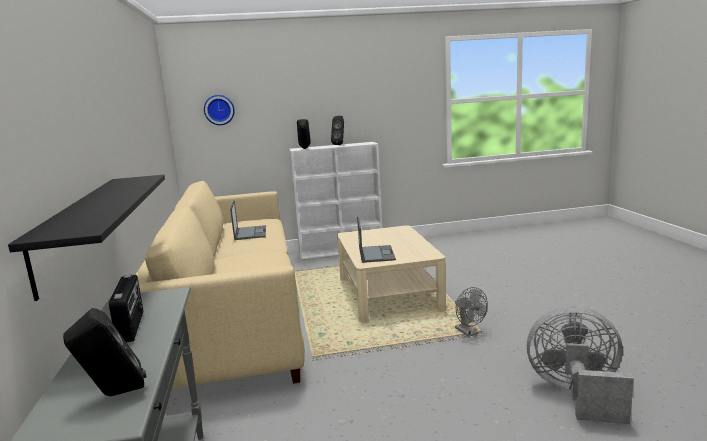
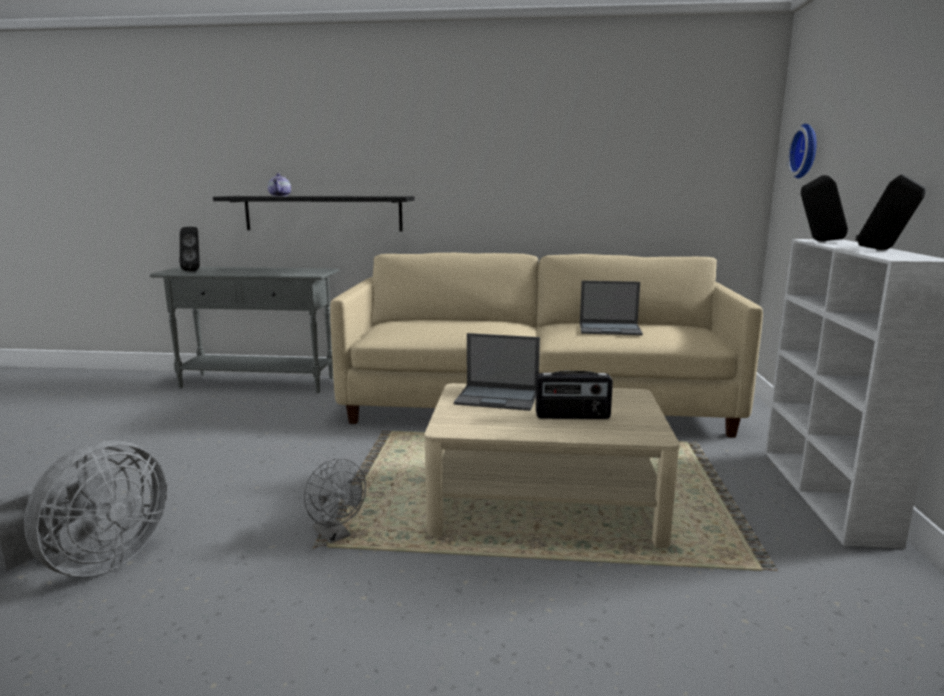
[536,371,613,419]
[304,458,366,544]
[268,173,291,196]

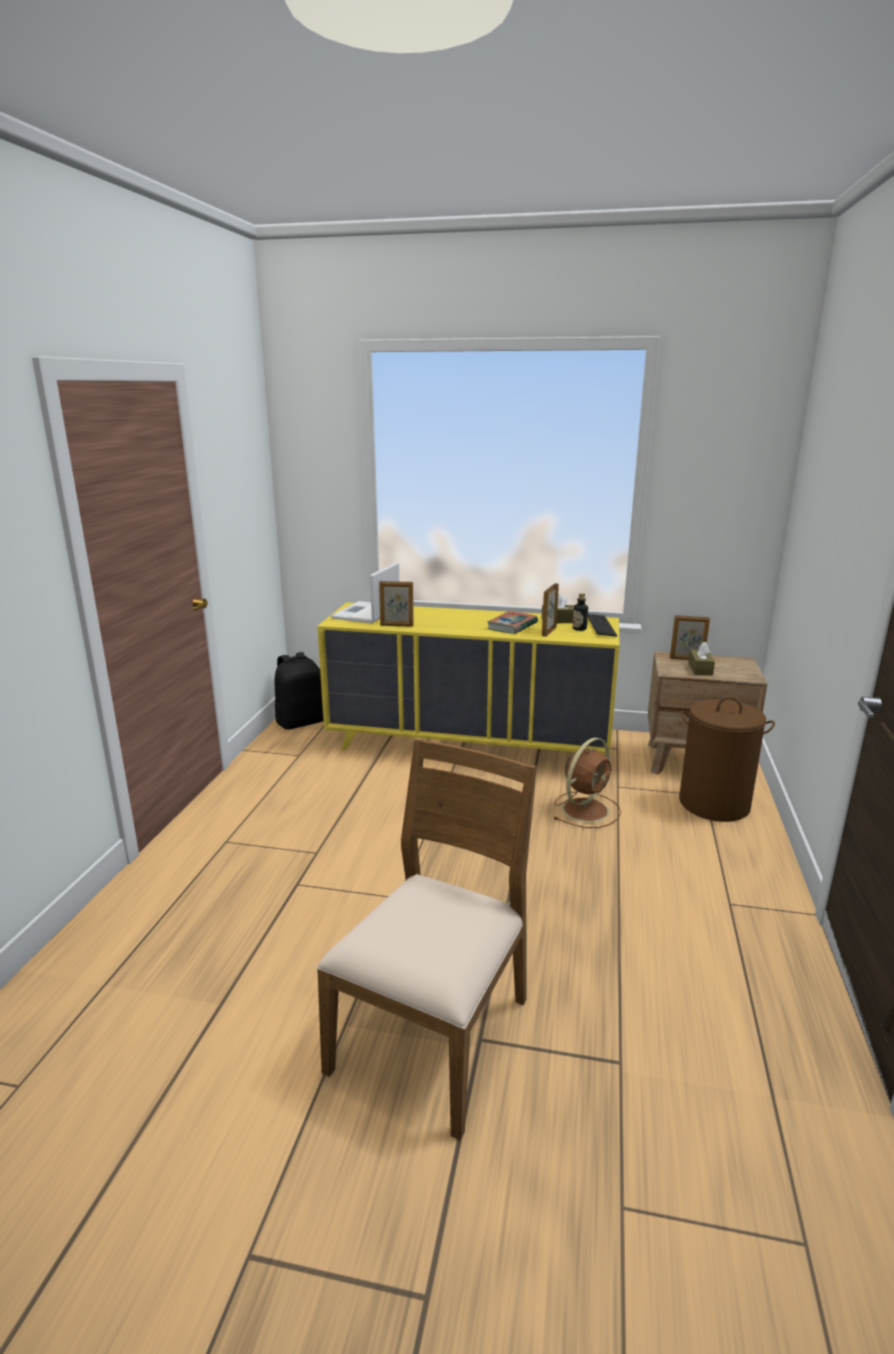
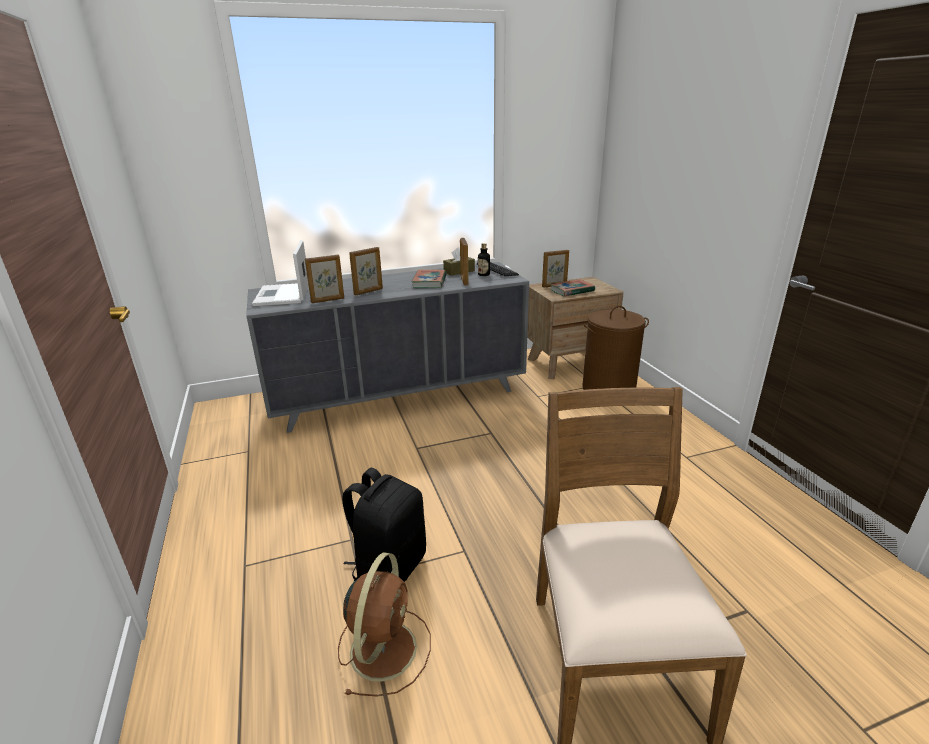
[246,262,529,433]
[550,279,595,296]
[342,468,426,582]
[338,553,431,697]
[349,247,383,295]

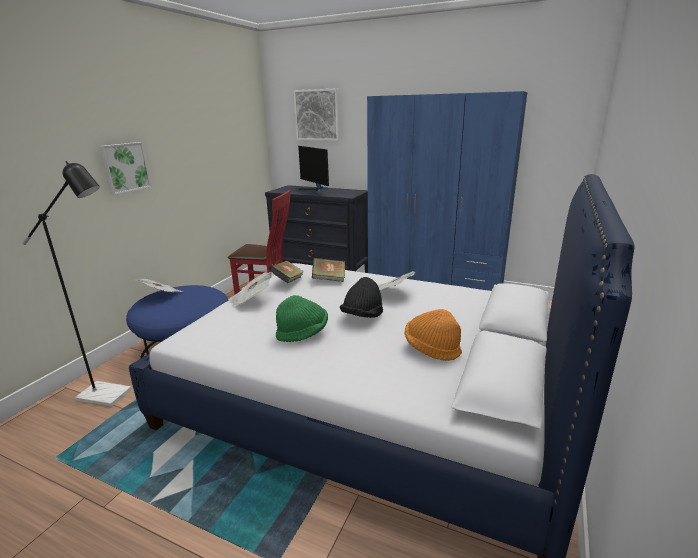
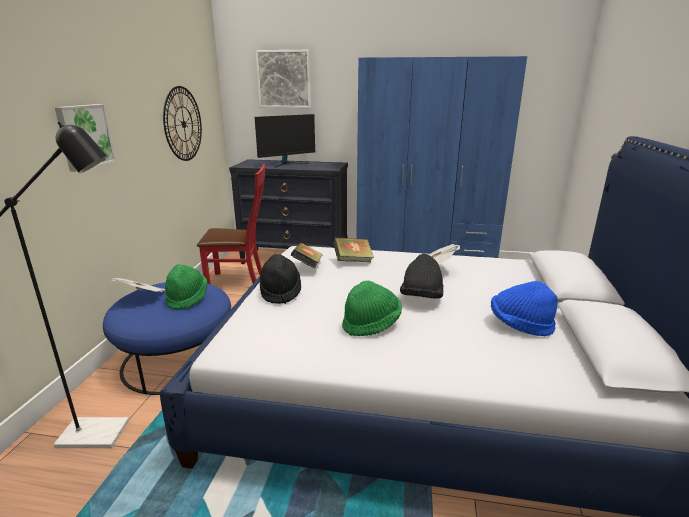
[255,114,315,168]
[260,254,301,304]
[491,281,558,336]
[163,86,202,161]
[165,264,207,310]

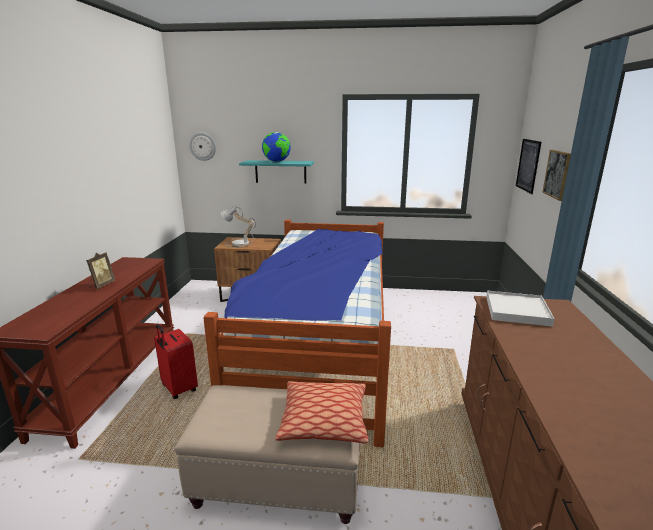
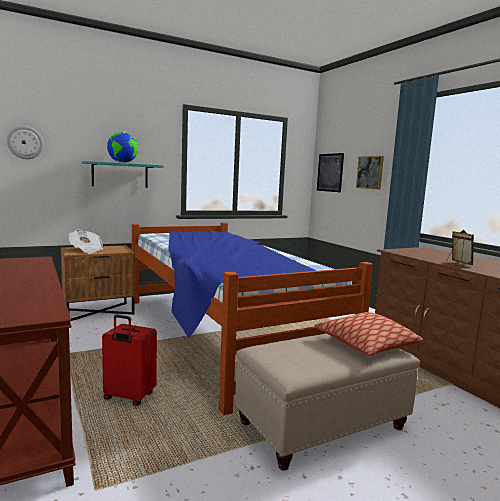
[69,229,103,254]
[446,230,474,266]
[486,291,555,327] (first image)

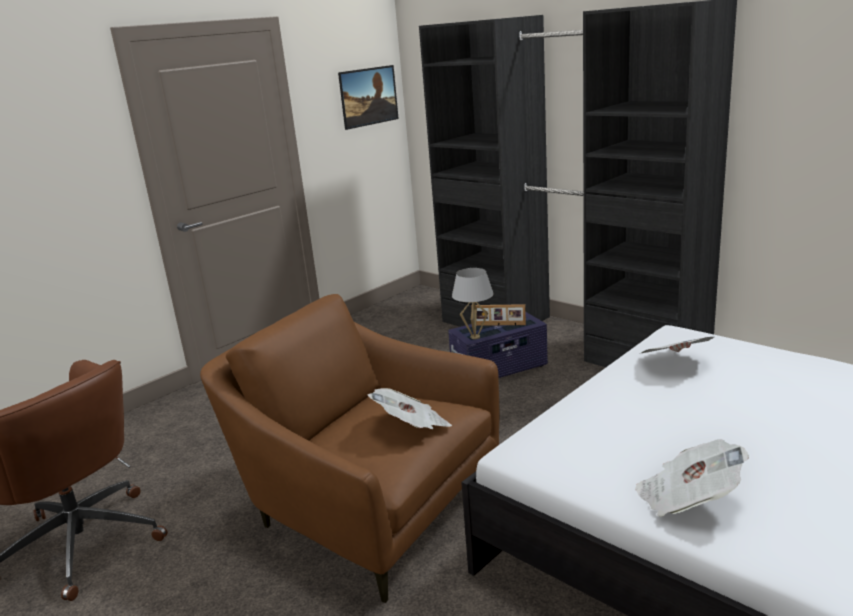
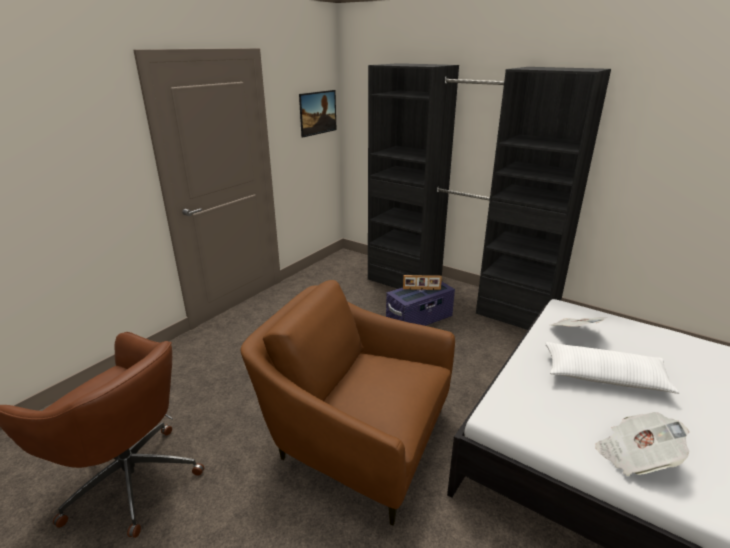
[452,268,494,339] (first image)
[367,388,452,429] (first image)
[545,342,679,394]

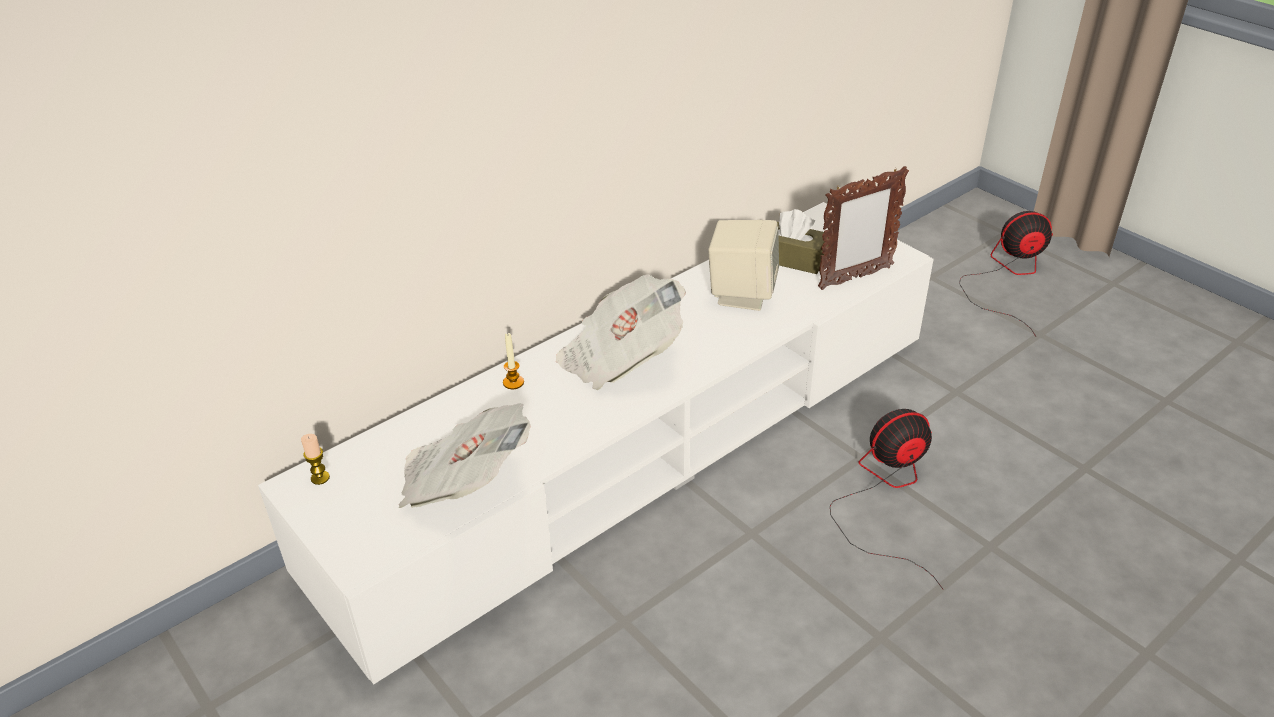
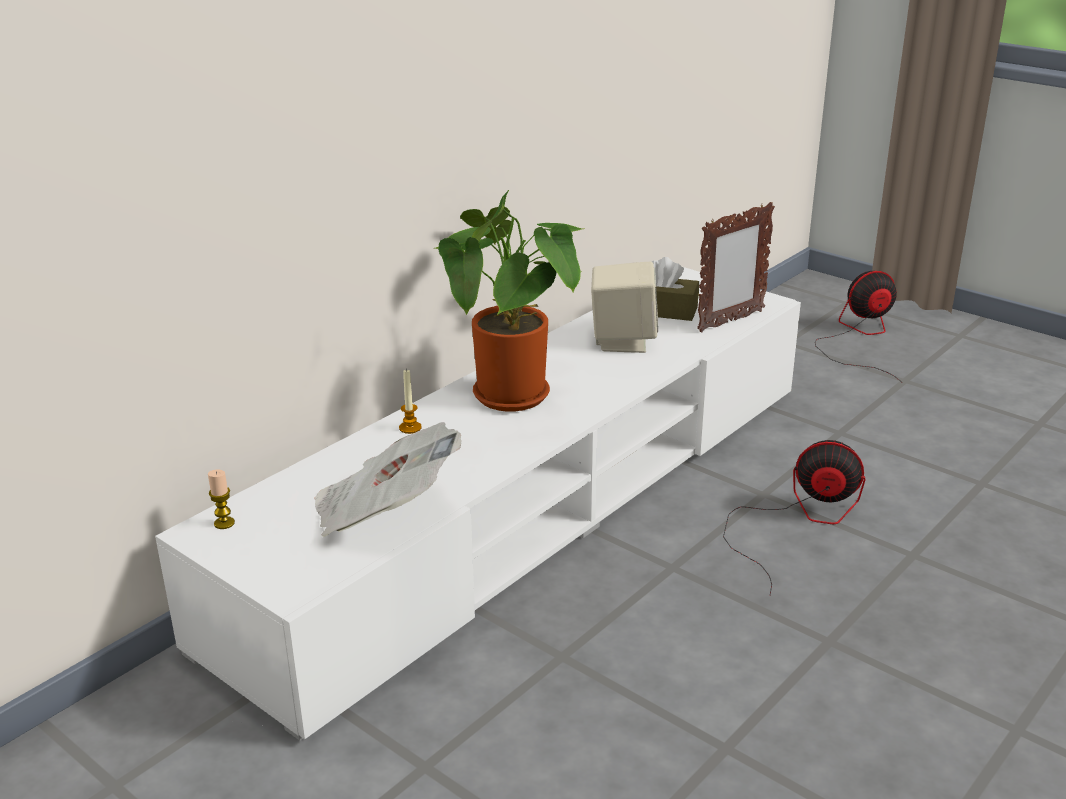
[434,190,582,412]
[723,440,865,595]

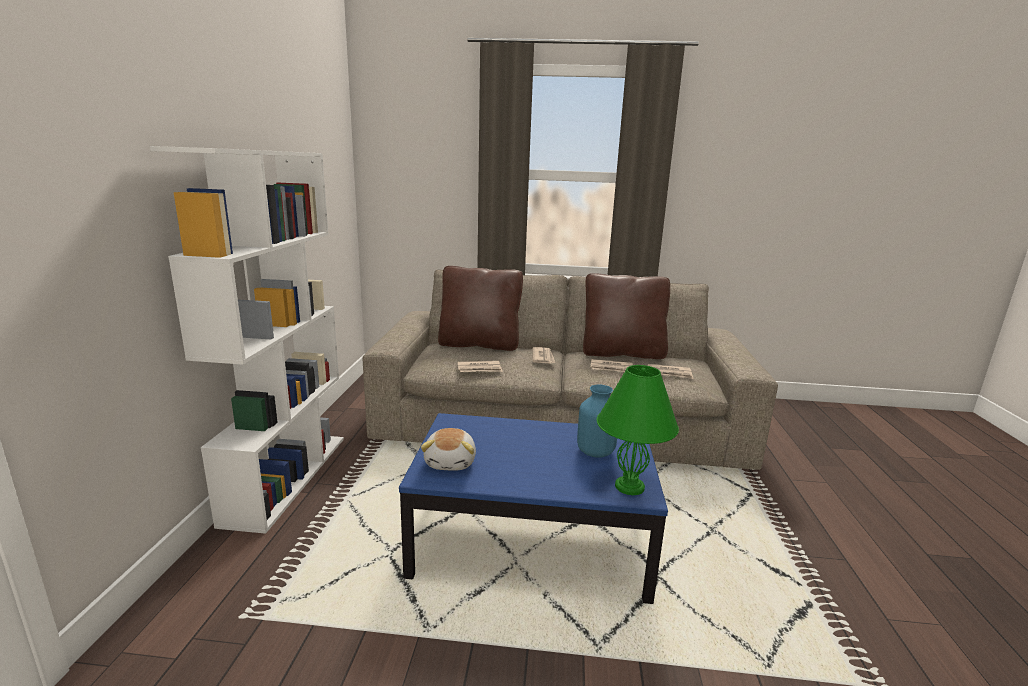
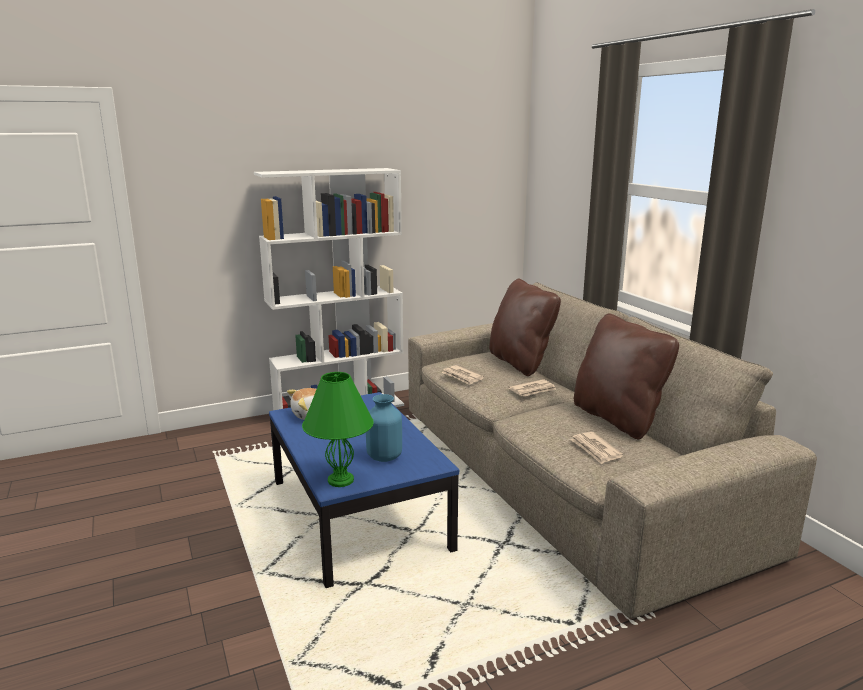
[591,359,633,372] (first image)

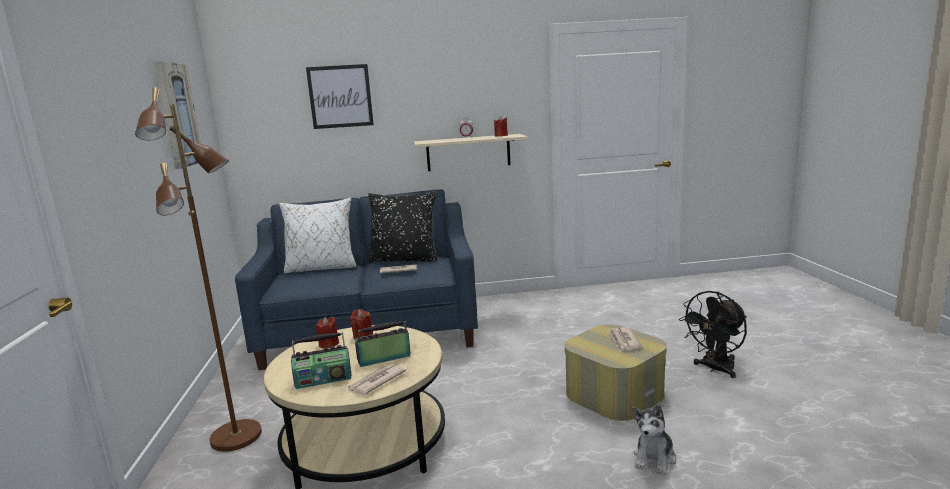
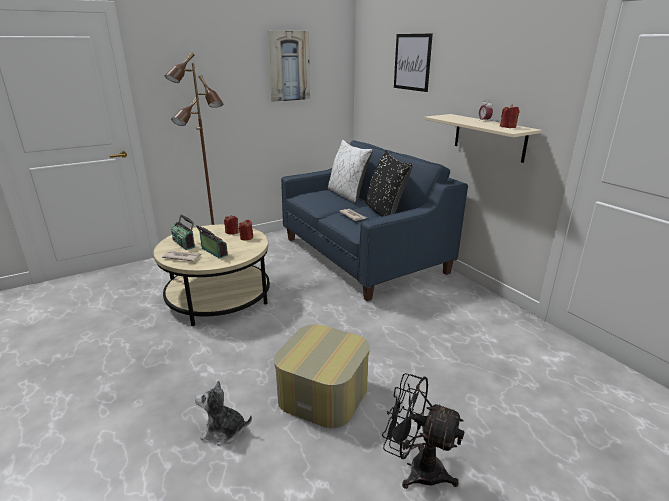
[608,327,642,352] (first image)

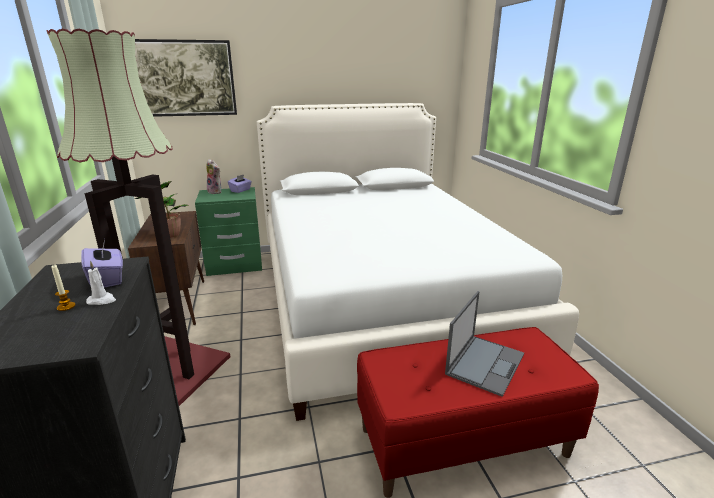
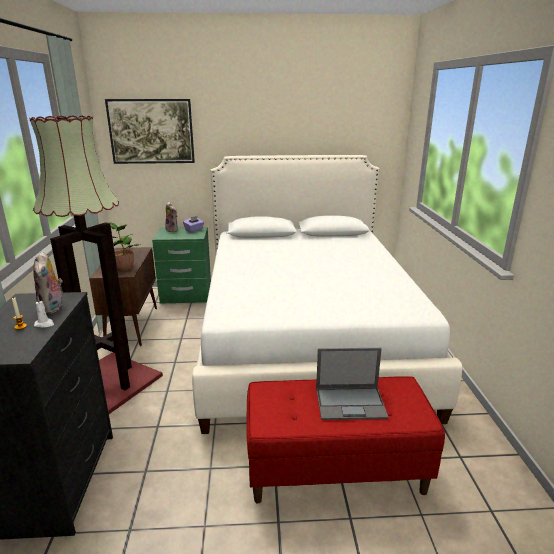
[33,251,63,314]
[316,348,389,420]

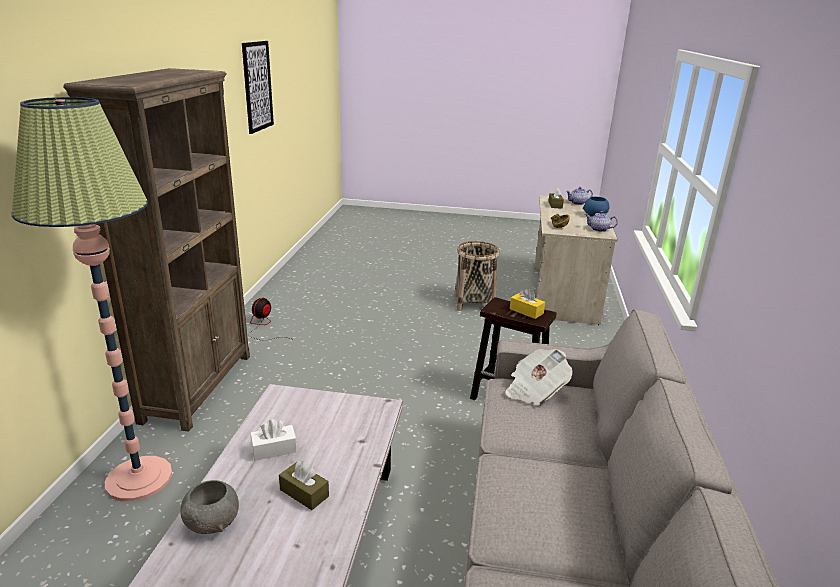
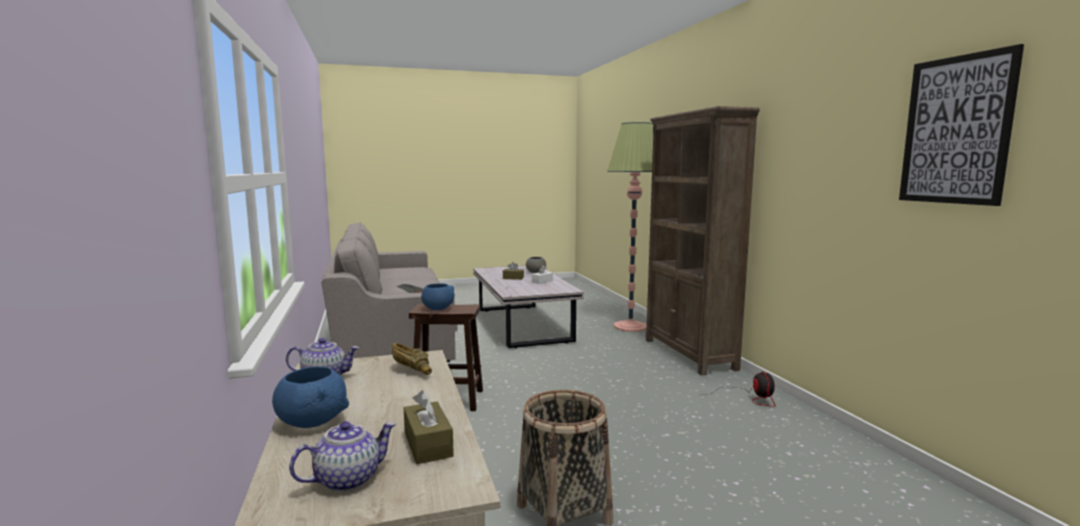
[421,283,455,310]

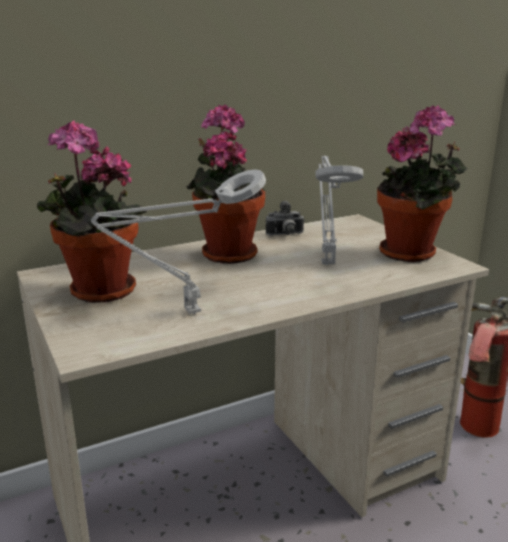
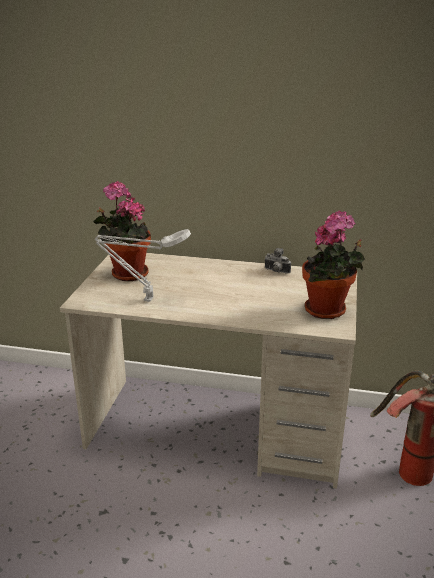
[187,104,266,264] (first image)
[316,156,363,265] (first image)

